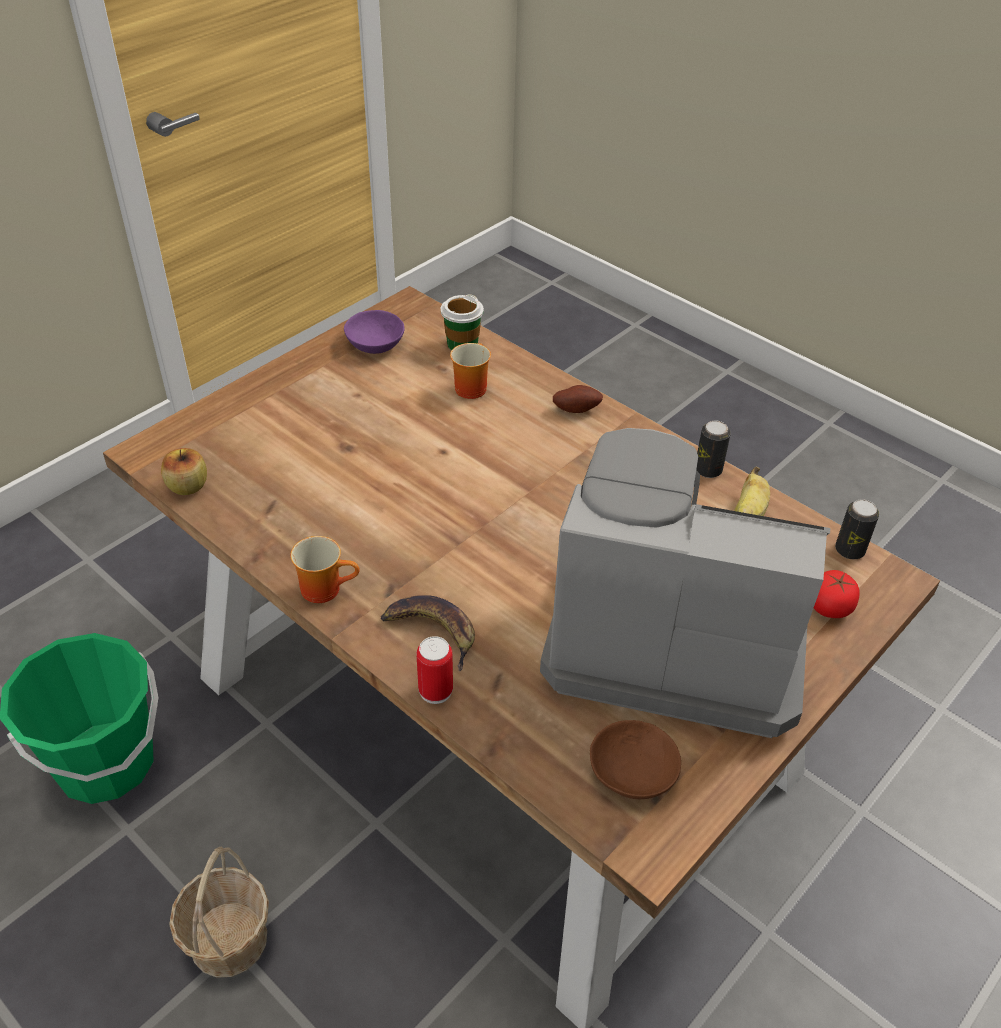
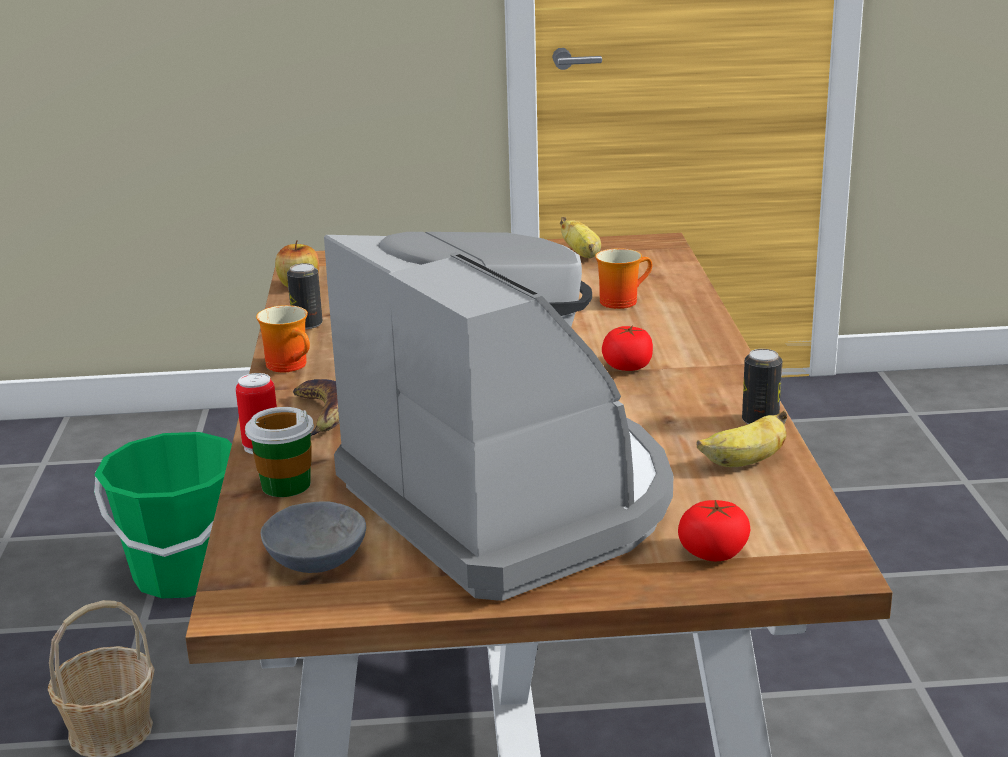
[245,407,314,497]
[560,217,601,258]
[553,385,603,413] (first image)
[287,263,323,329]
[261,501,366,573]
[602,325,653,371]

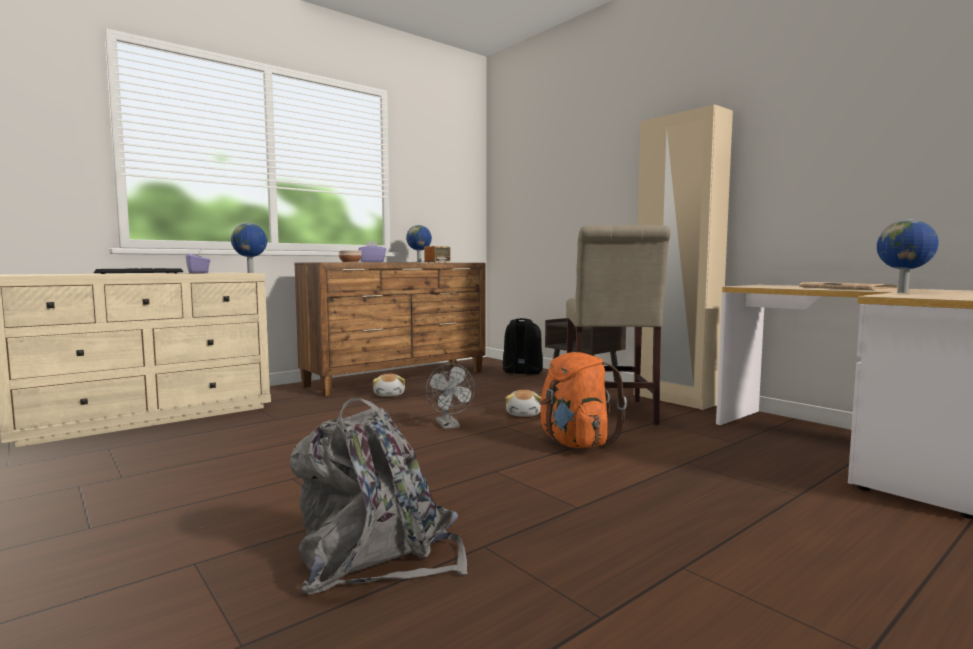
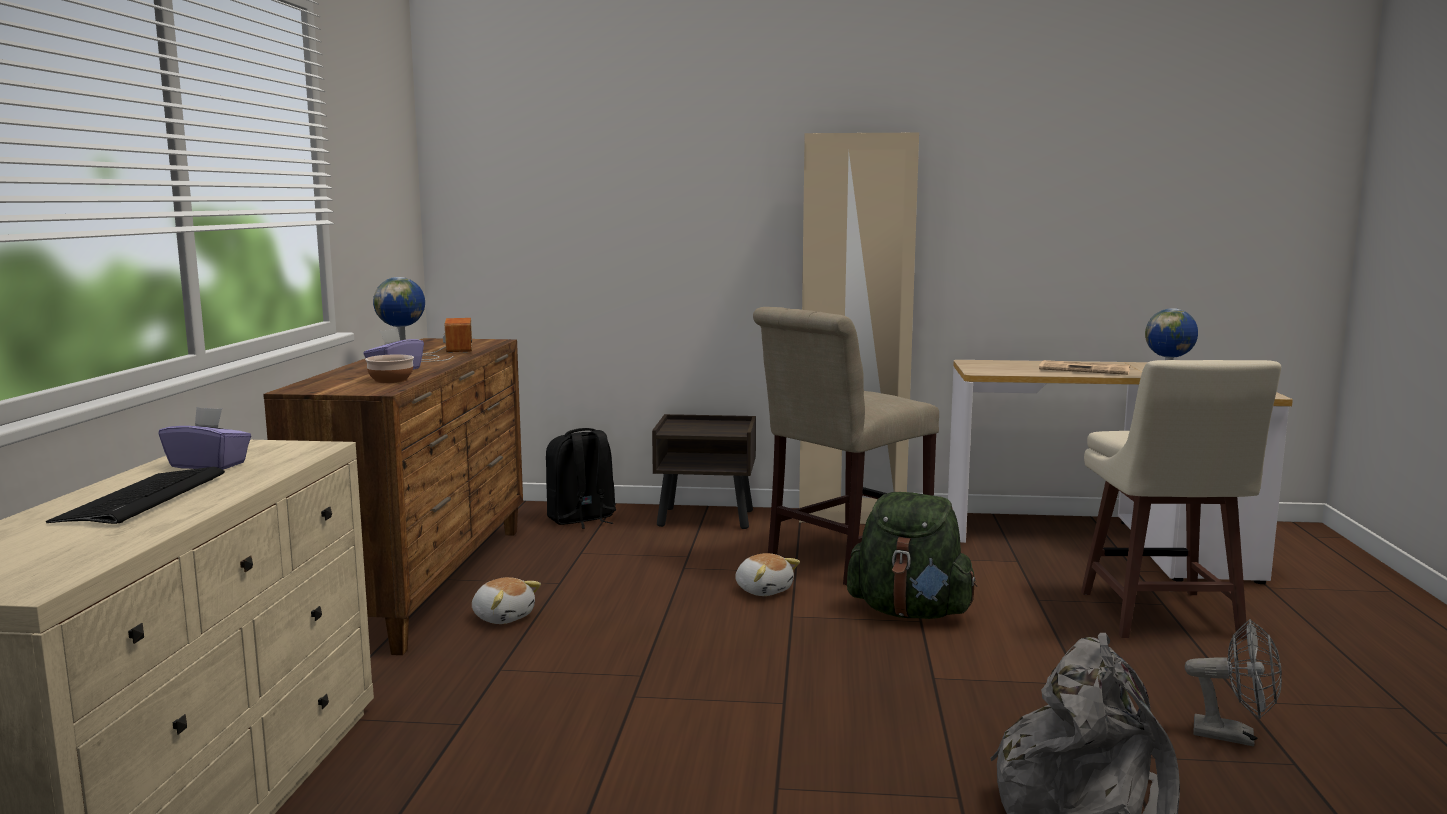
[231,223,267,273] (first image)
[753,307,939,585]
[847,492,978,619]
[1185,619,1282,747]
[1081,360,1281,638]

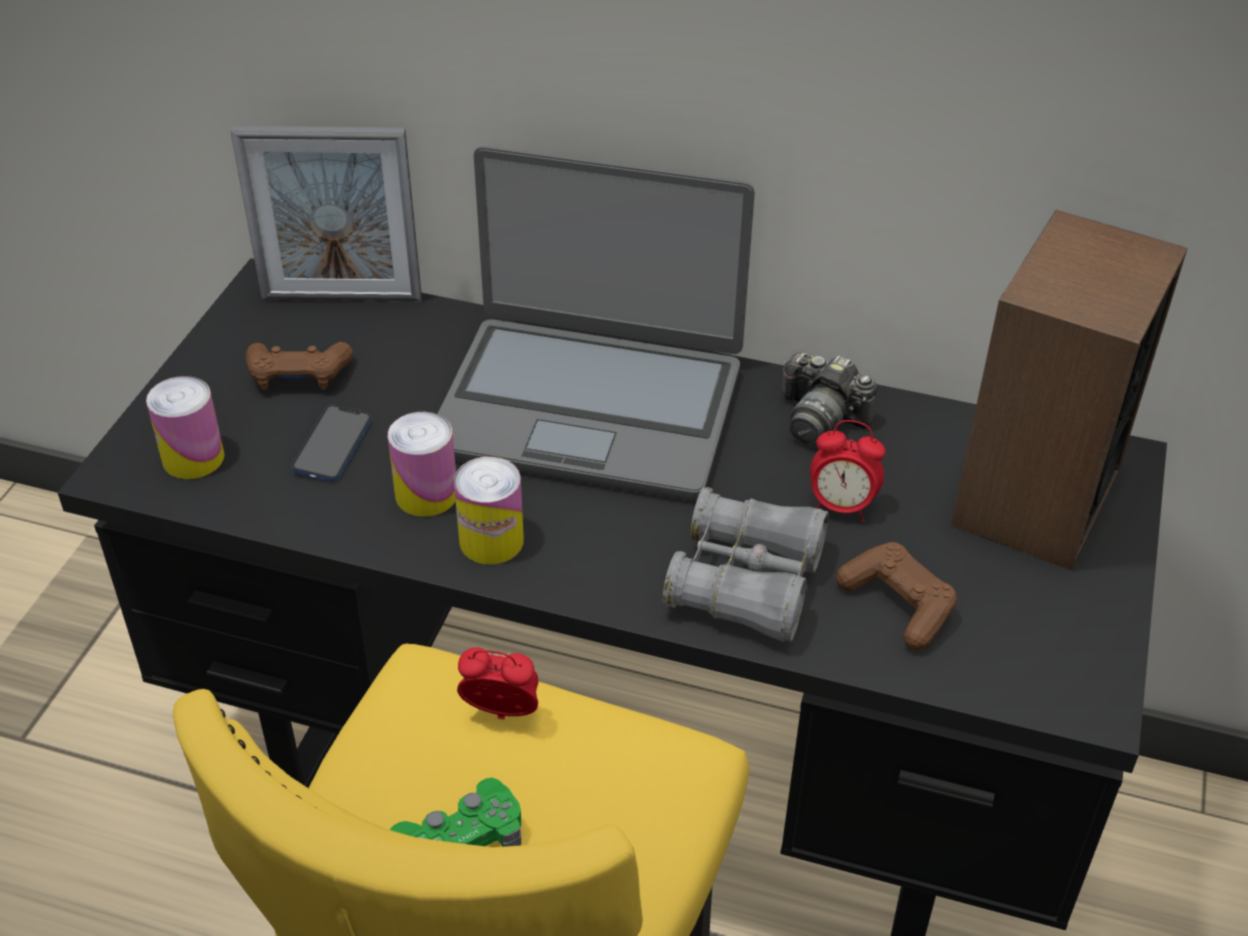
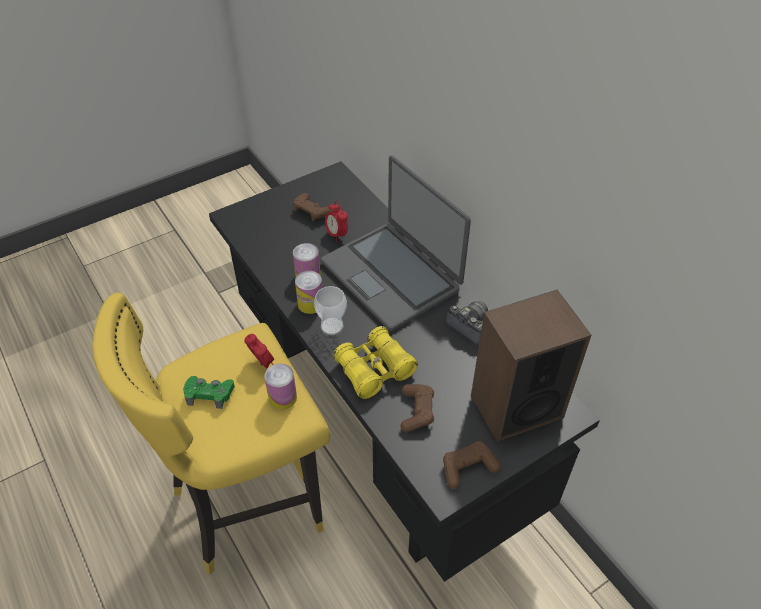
[231,126,422,302] (first image)
[446,301,488,346]
[264,364,297,409]
[291,405,372,482] (first image)
[325,201,348,242]
[333,326,418,399]
[314,286,347,335]
[443,441,500,489]

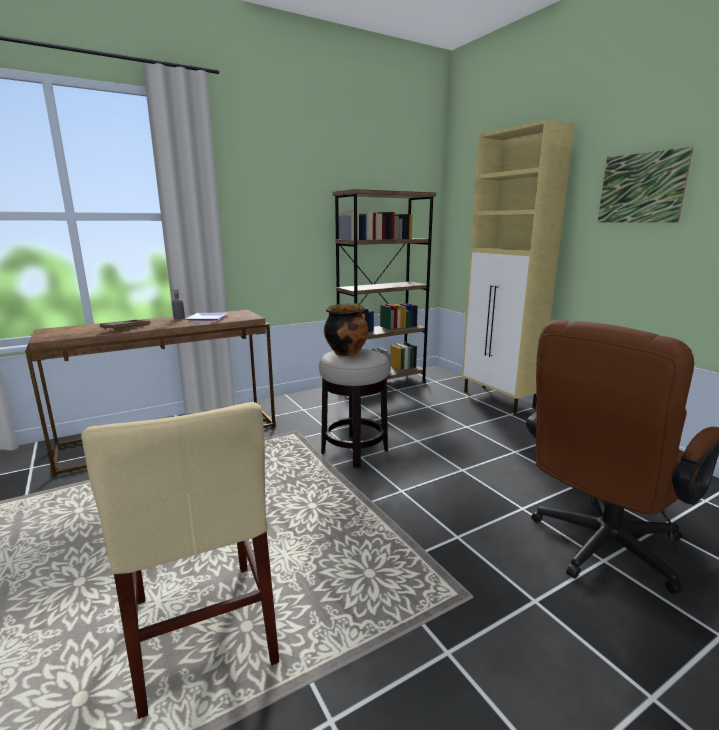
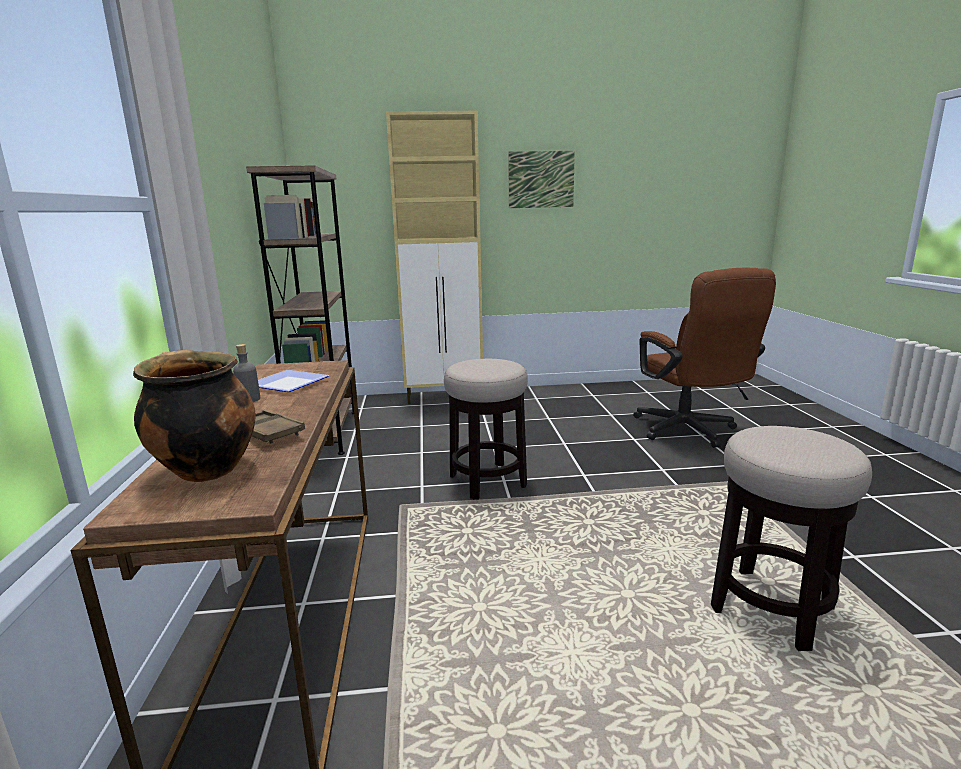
[133,350,255,482]
[711,426,872,651]

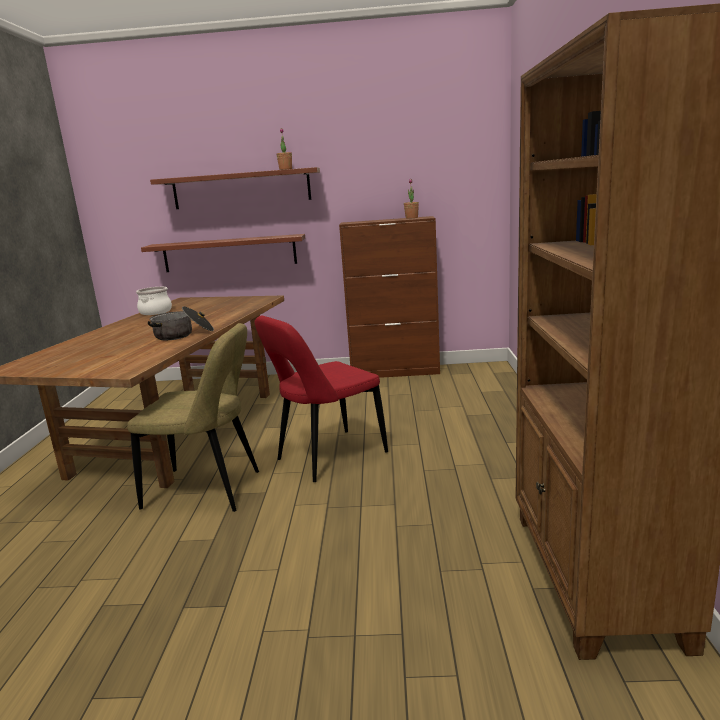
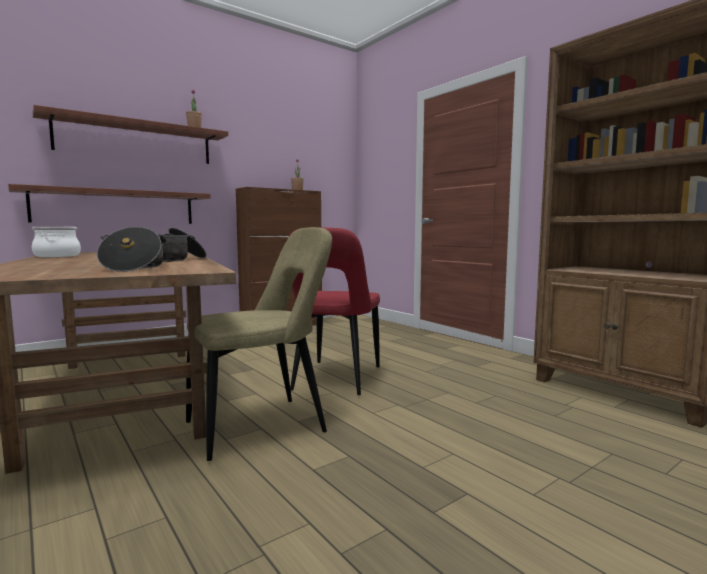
[97,227,164,272]

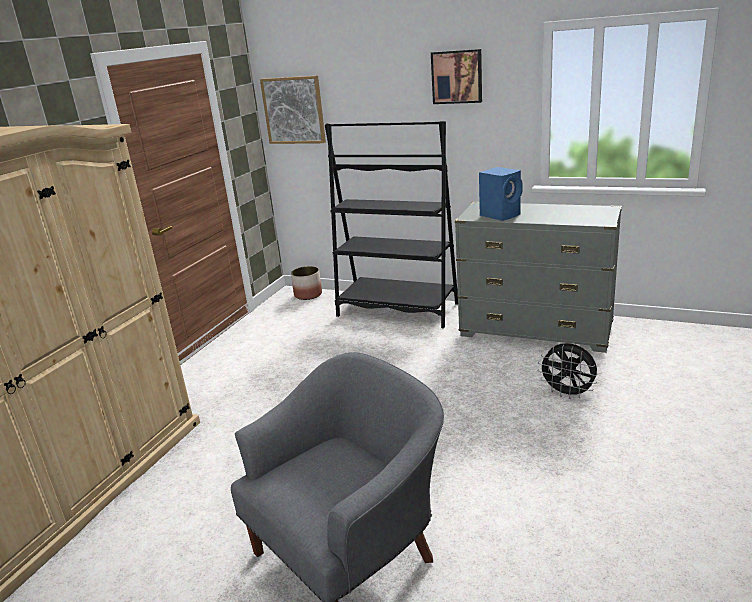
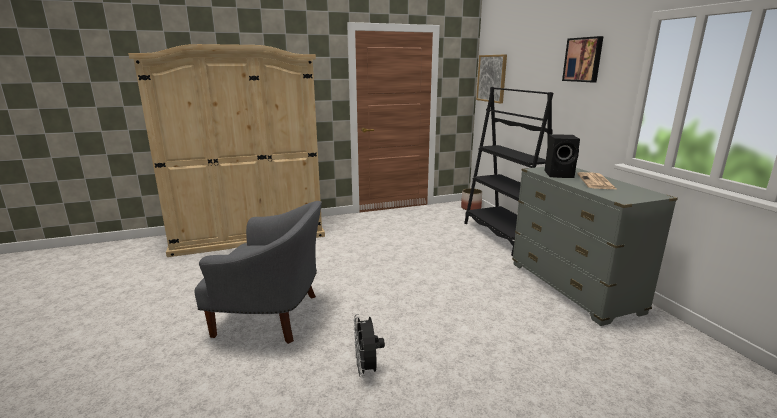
[545,134,580,178]
[354,314,385,377]
[577,172,616,189]

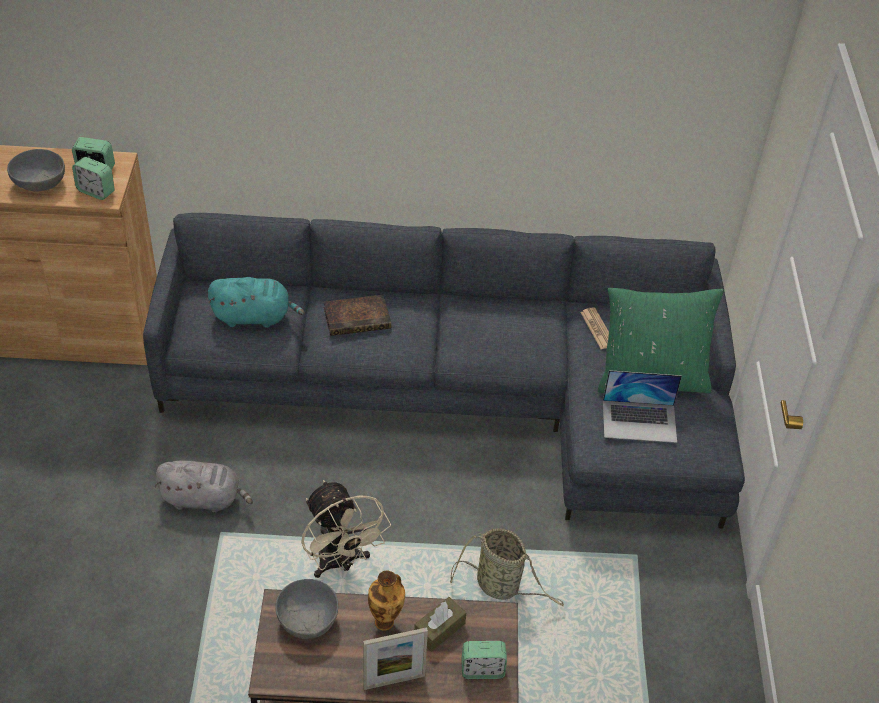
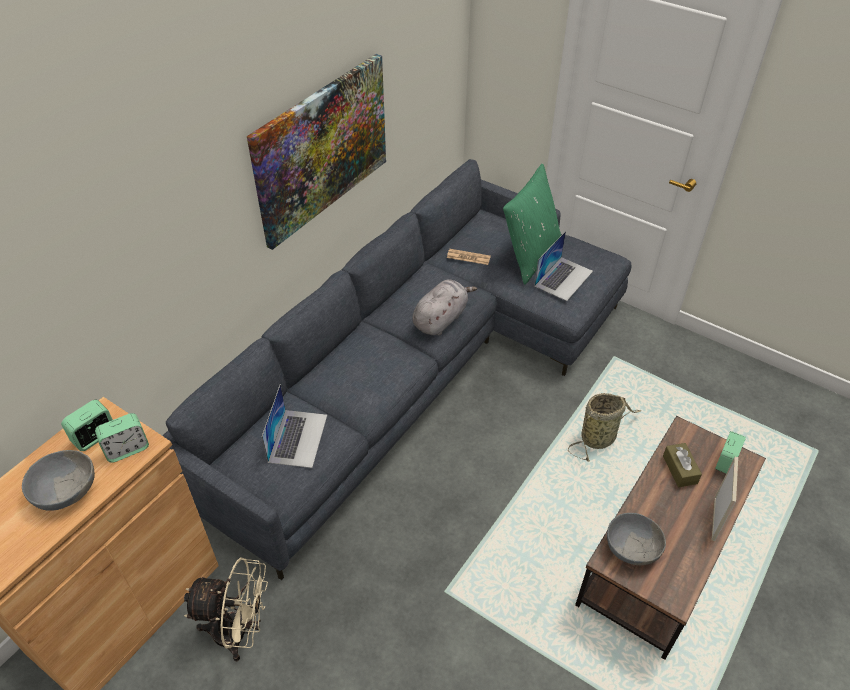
[262,384,327,468]
[324,295,391,336] (first image)
[412,279,477,336]
[184,558,268,662]
[368,570,405,631] (first image)
[247,54,386,250]

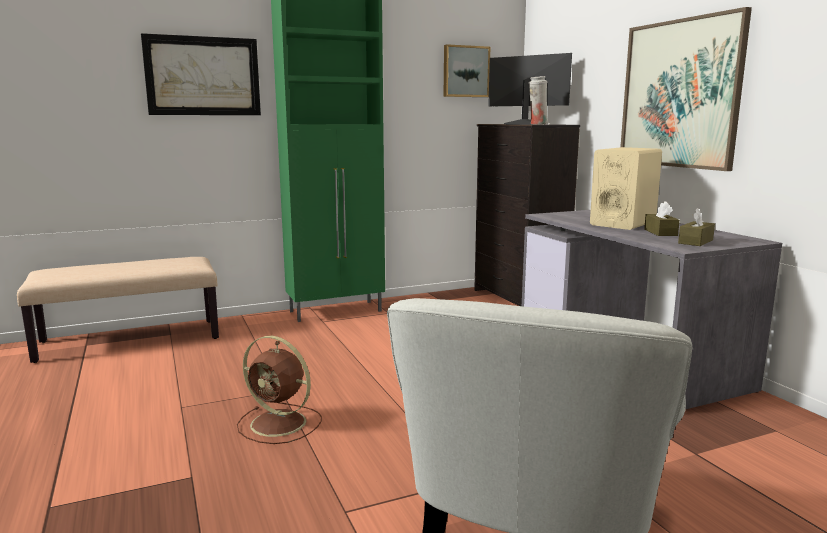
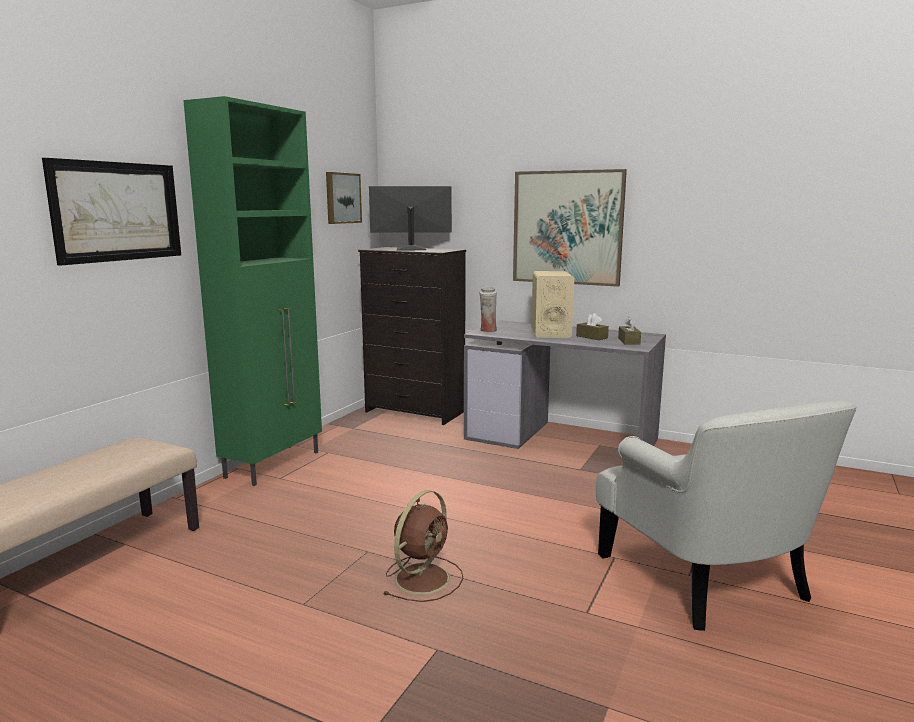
[479,286,498,332]
[384,490,463,602]

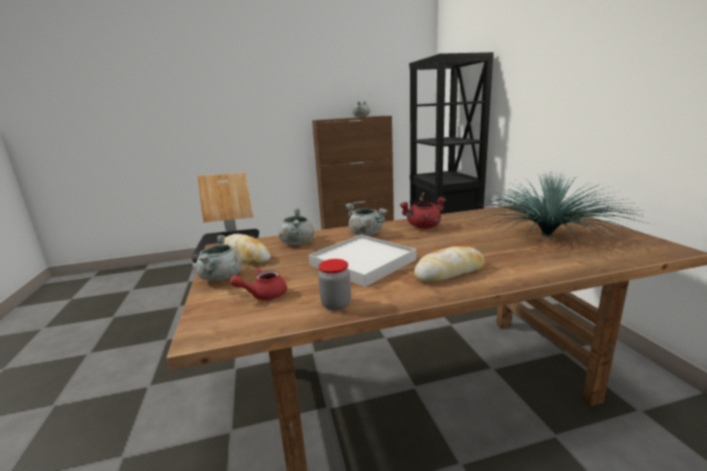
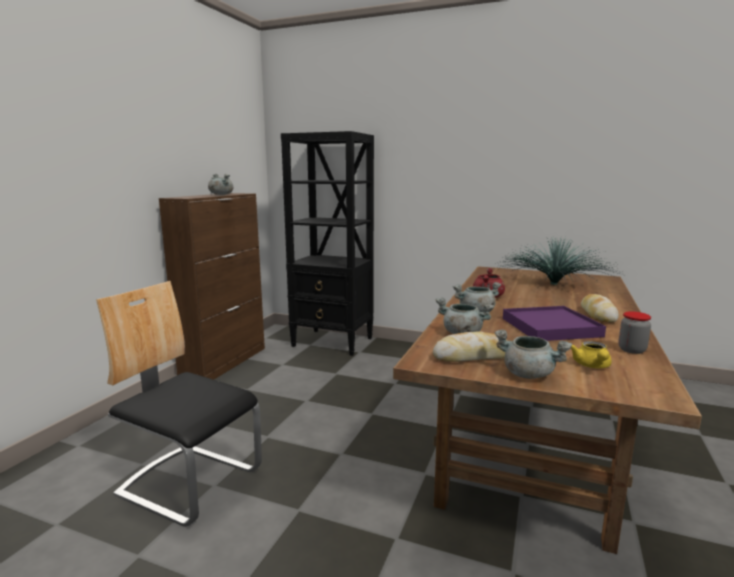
[503,306,606,341]
[571,341,612,368]

